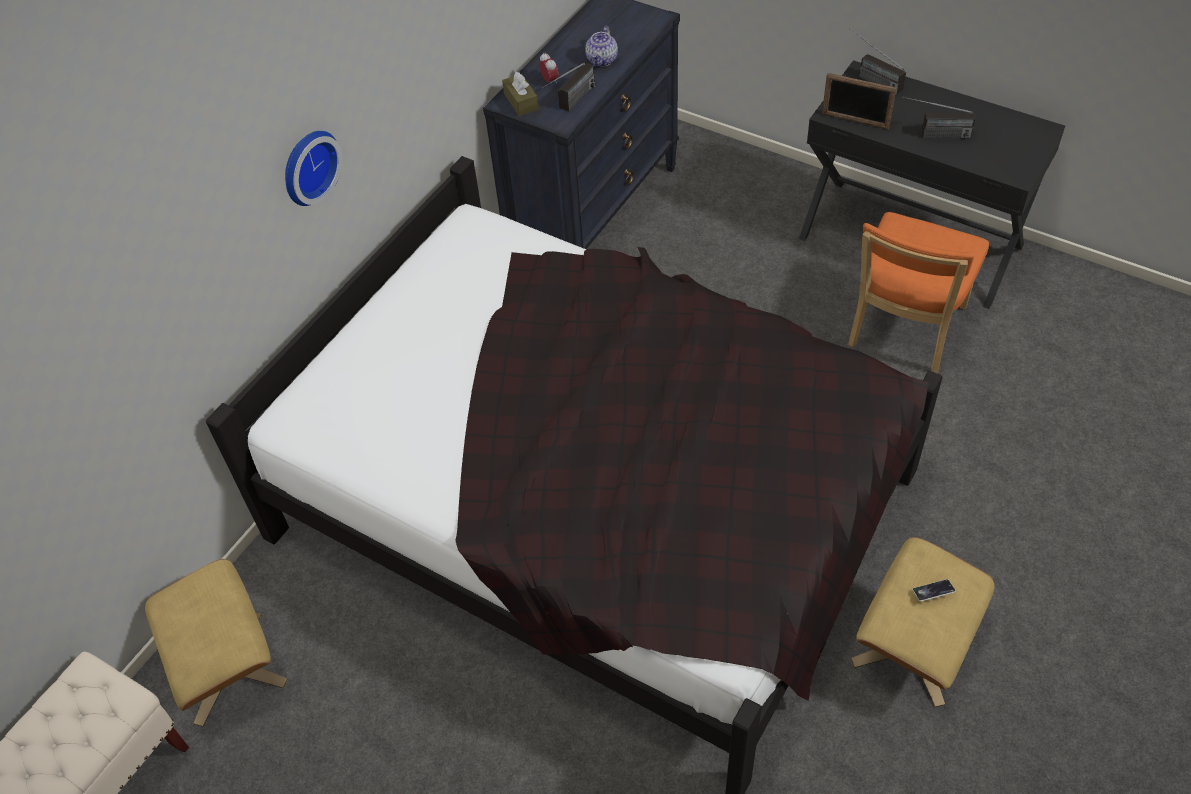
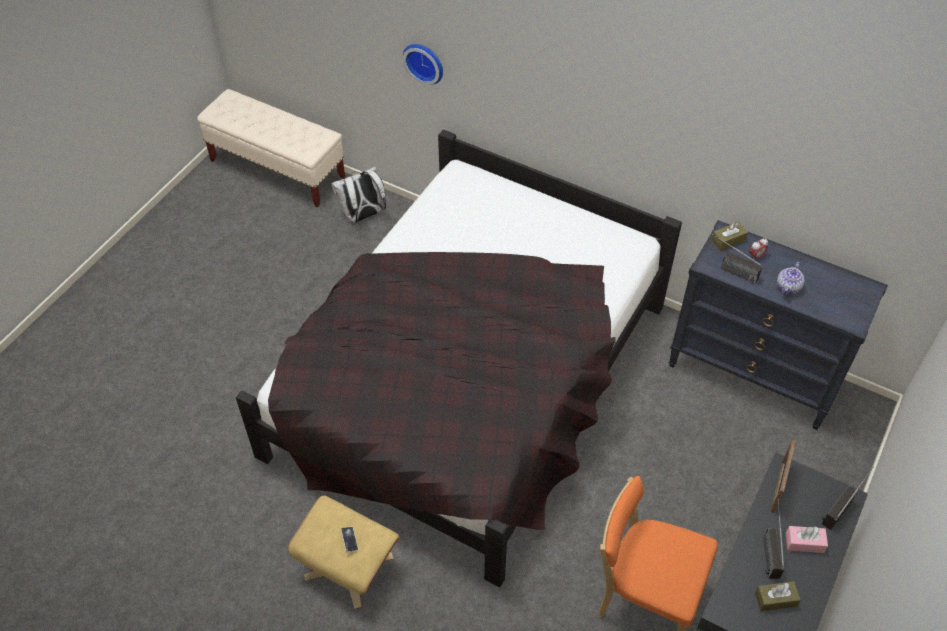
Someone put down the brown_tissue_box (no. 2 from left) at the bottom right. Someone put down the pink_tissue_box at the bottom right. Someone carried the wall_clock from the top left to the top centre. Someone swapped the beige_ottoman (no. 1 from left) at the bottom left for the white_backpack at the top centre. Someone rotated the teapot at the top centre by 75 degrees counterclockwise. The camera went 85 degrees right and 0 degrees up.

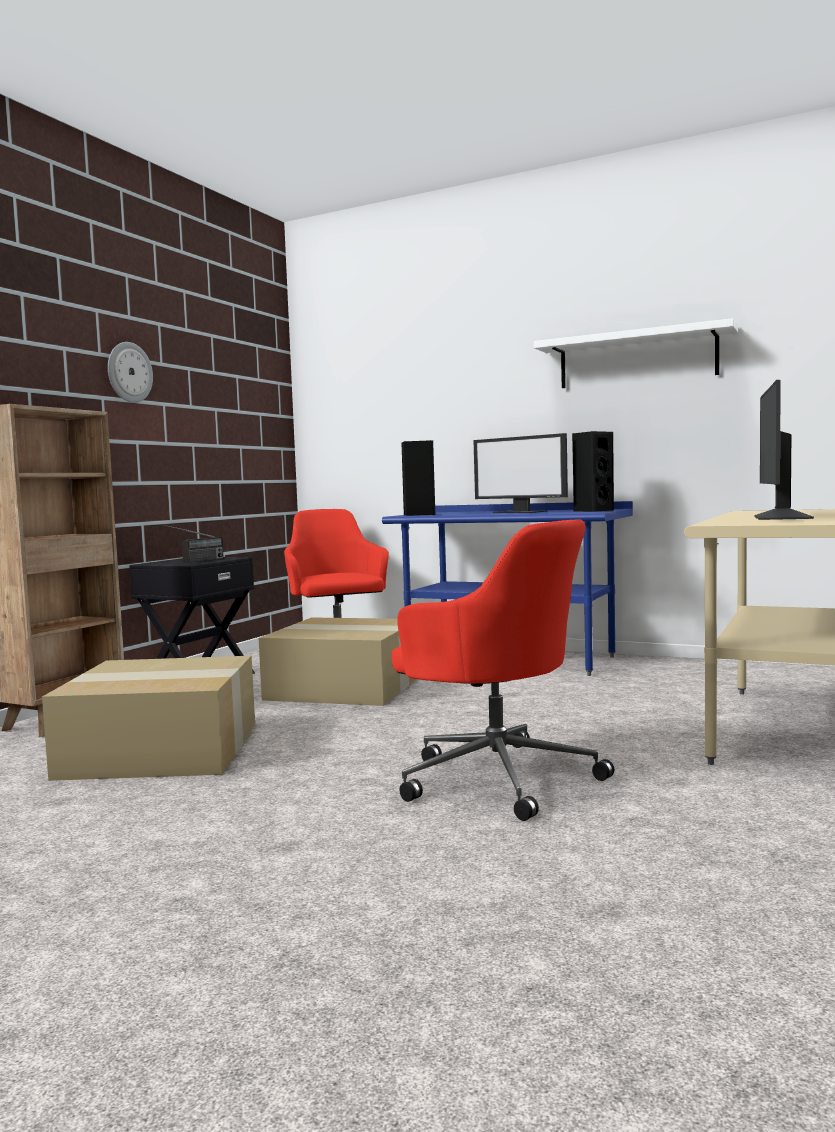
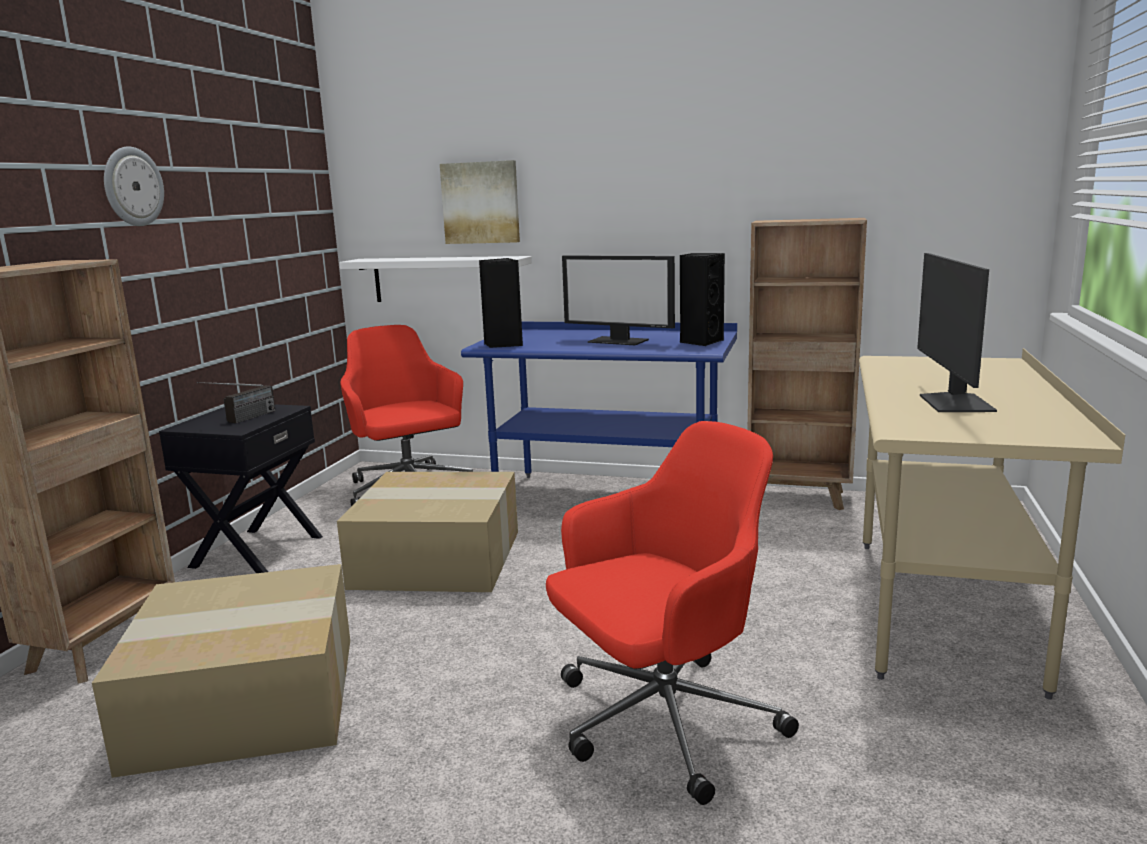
Someone put up the picture at the top centre. Someone put down the brown_bookcase (no. 2 from left) at the middle right. Someone carried the white_shelf from the top right to the top centre. Someone rotated the red_office_chair (no. 2 from left) at the centre by 60 degrees counterclockwise. The camera went 10 degrees left and 10 degrees up.

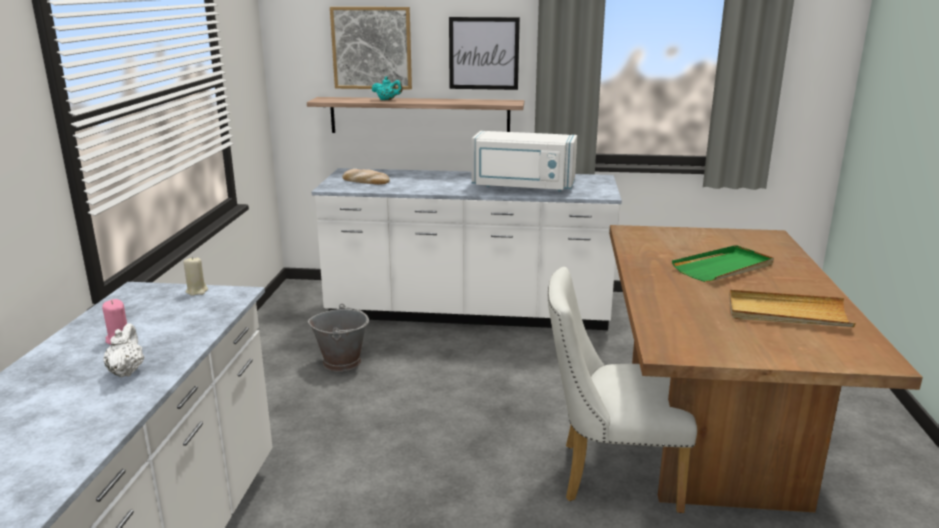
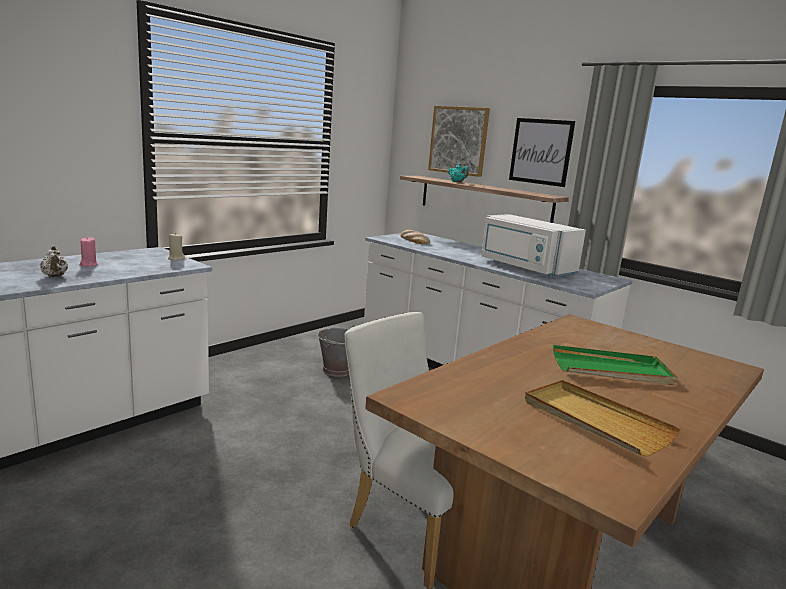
Someone rotated the white_teapot at the middle left by 120 degrees clockwise. The camera went 35 degrees right and 5 degrees down.

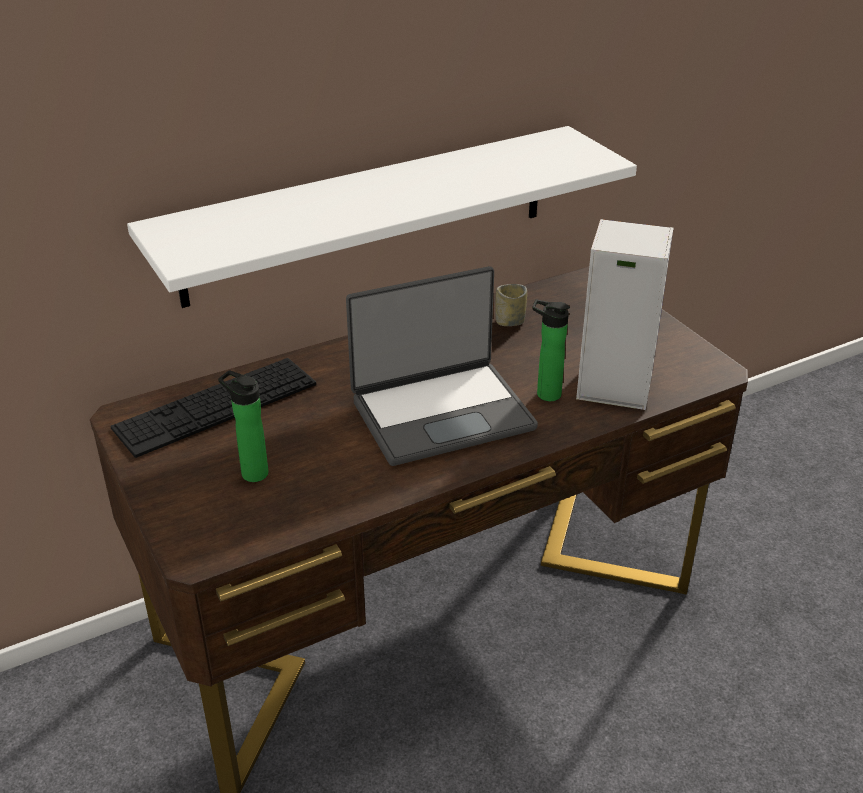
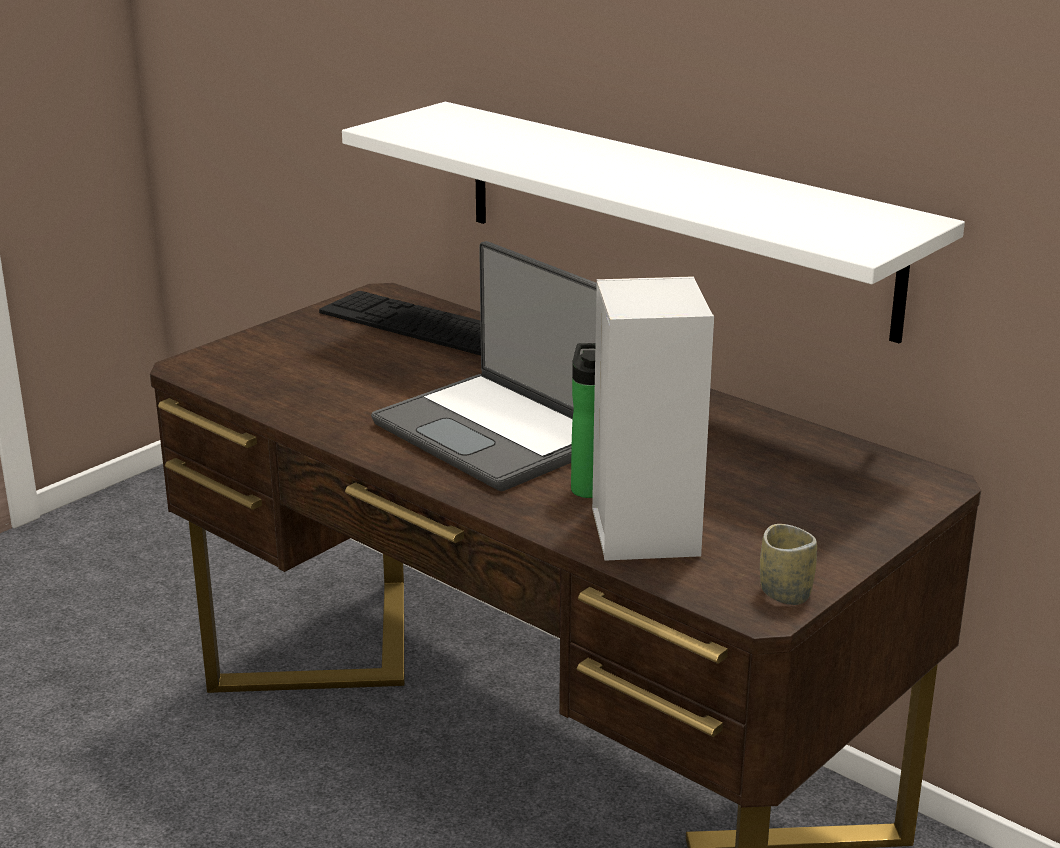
Someone took away the bottle (no. 1 from left) at the middle left. Someone carried the cup from the centre to the middle right. The camera went 70 degrees right and 10 degrees down.

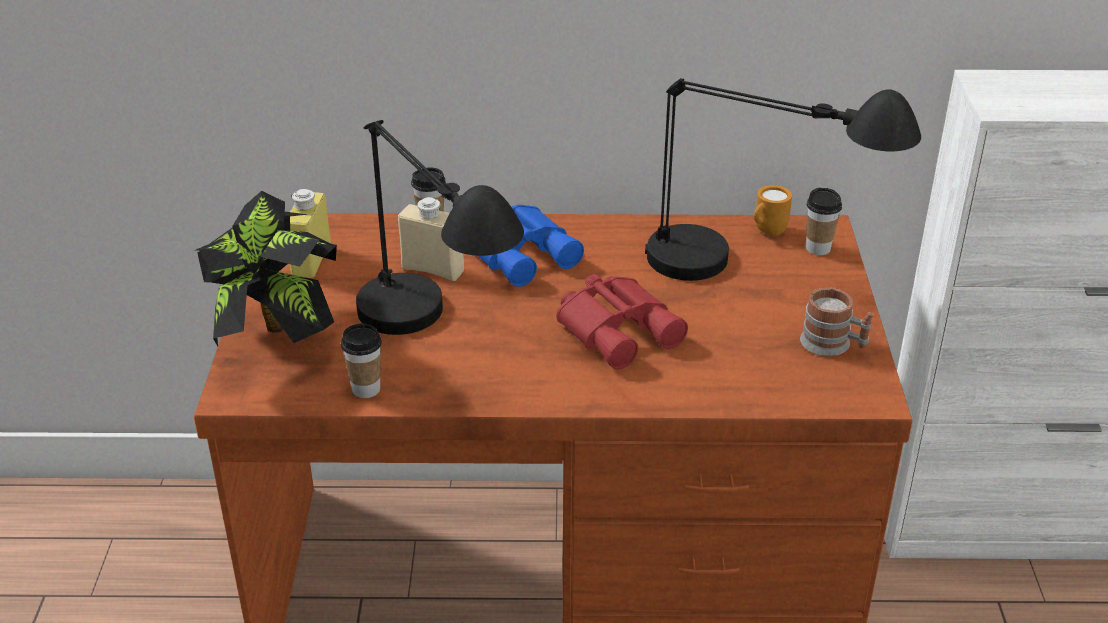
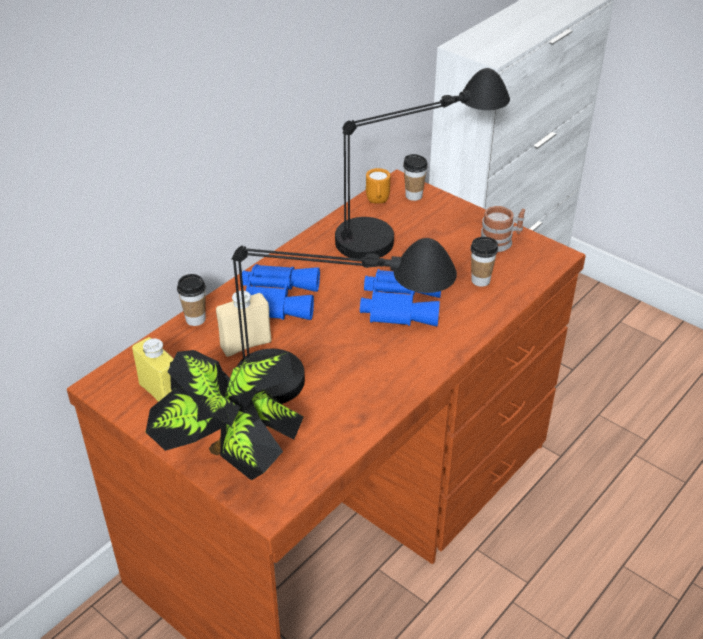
Someone carried the cup (no. 1 from left in the first image) from the middle left to the middle right. Someone repainted the red_binoculars at the centre, which became the blue_binoculars (no. 2 from left) at the centre. The camera went 50 degrees left and 5 degrees up.

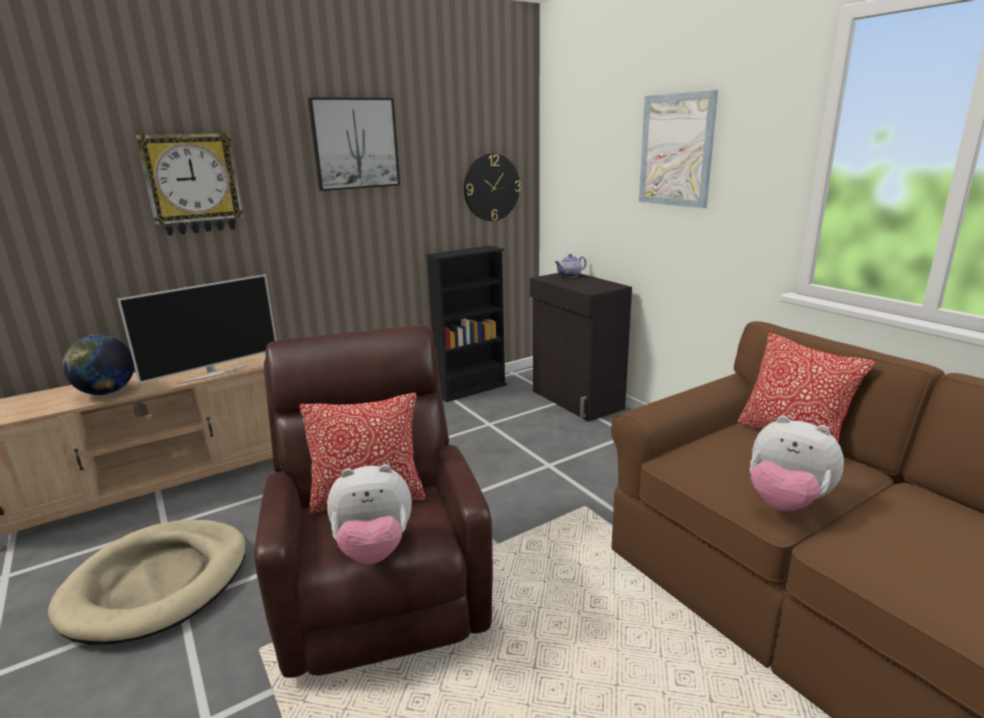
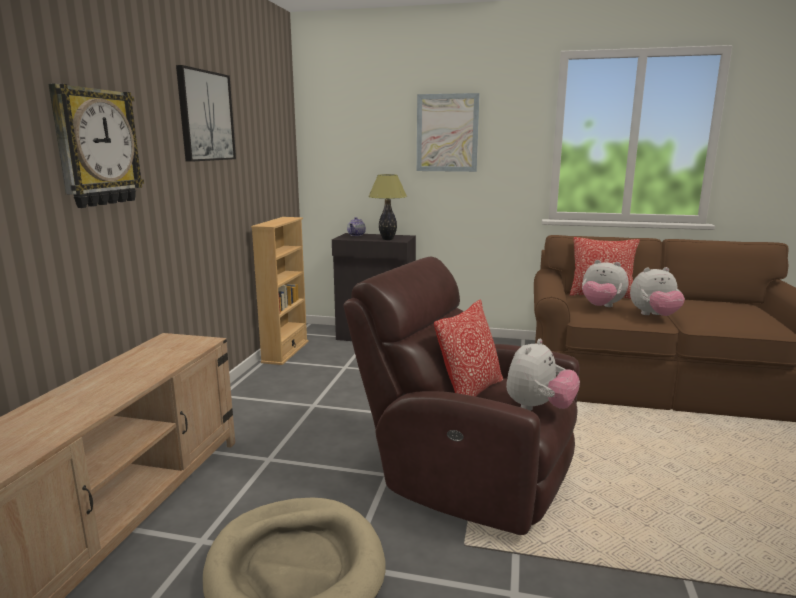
Someone took away the globe at the middle left. Someone took away the television at the middle left. Someone took away the wall_clock (no. 2 from left) at the top centre. Someone put down the table_lamp at the centre. Someone put down the plush_toy (no. 2 from left) at the middle right. Someone repainted the black_bookcase at the centre, which became the beige_bookcase at the centre. The camera went 45 degrees left and 5 degrees down.

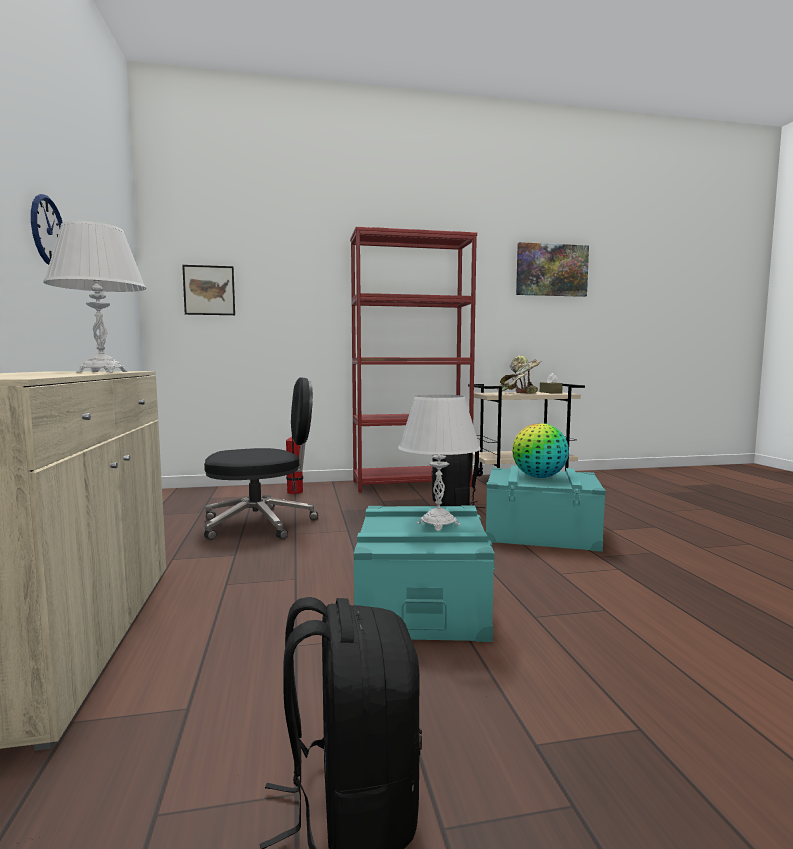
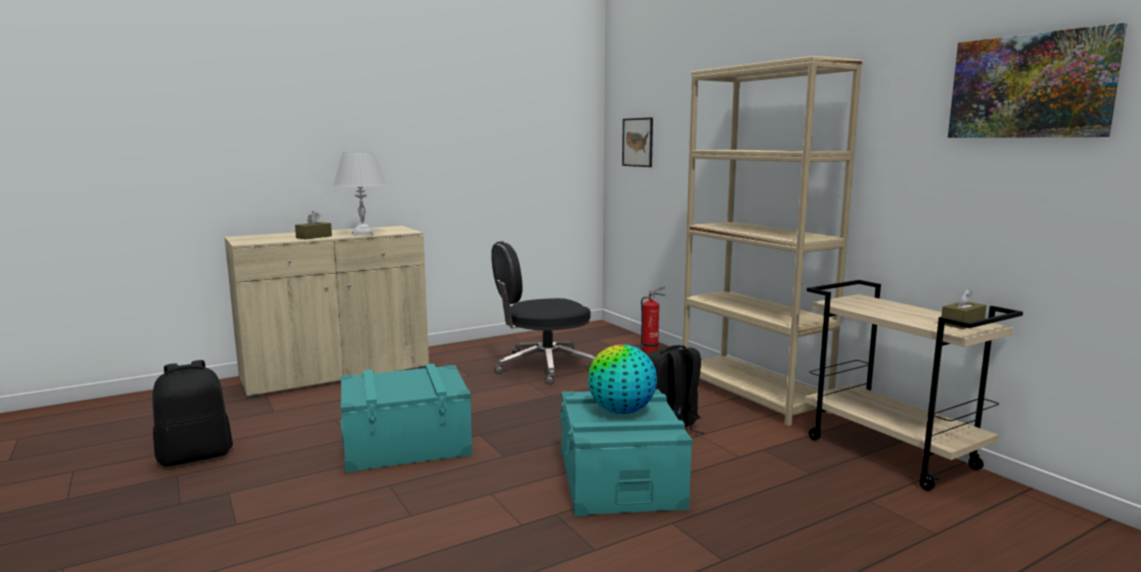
Someone took away the wall_clock at the top left. Someone took away the white_table_lamp (no. 2 from left) at the centre. Someone took away the potted_plant at the centre. Someone put down the brown_tissue_box (no. 1 from left) at the middle left. Someone repainted the red_bookcase at the centre, which became the beige_bookcase at the middle right. Someone rotated the black_office_chair at the middle left by 105 degrees clockwise. The camera went 70 degrees right and 5 degrees up.

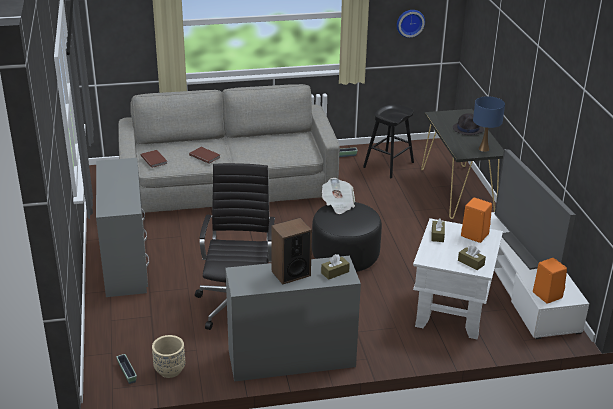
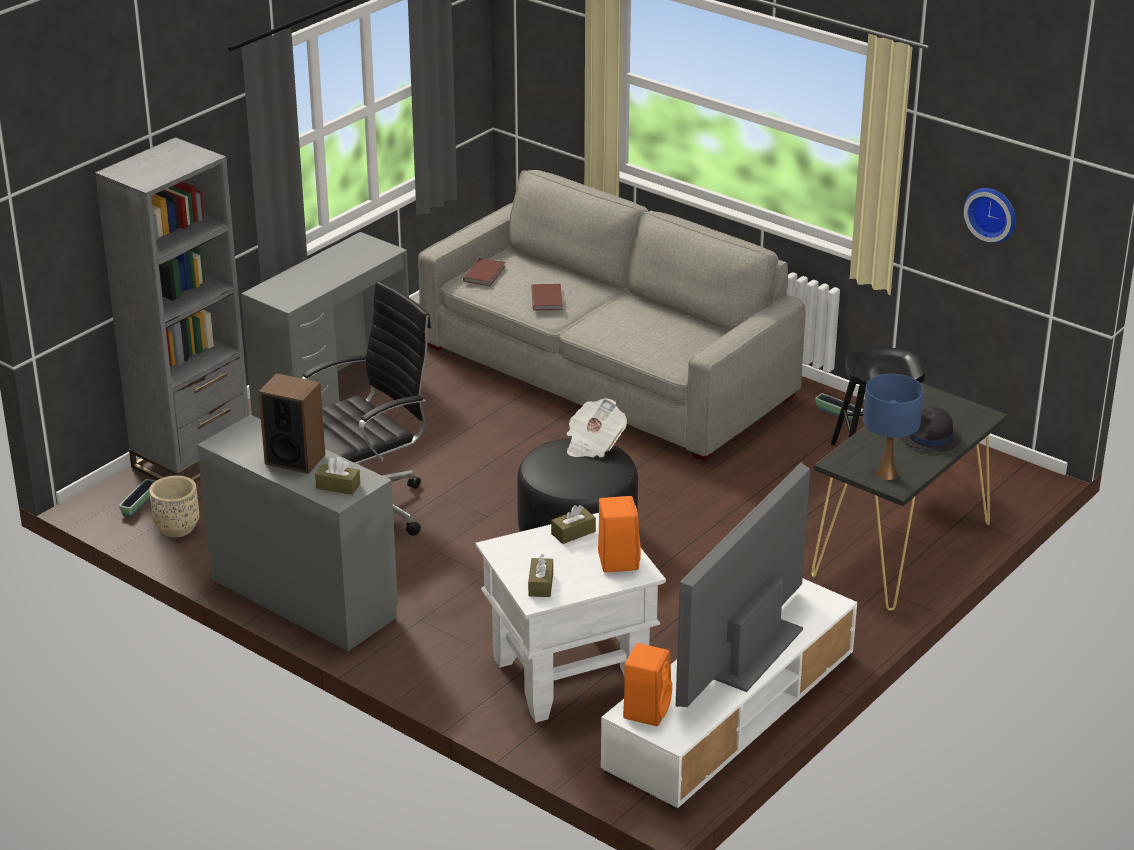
Someone put down the grey_bookcase at the middle left. The camera went 50 degrees right and 0 degrees up.

